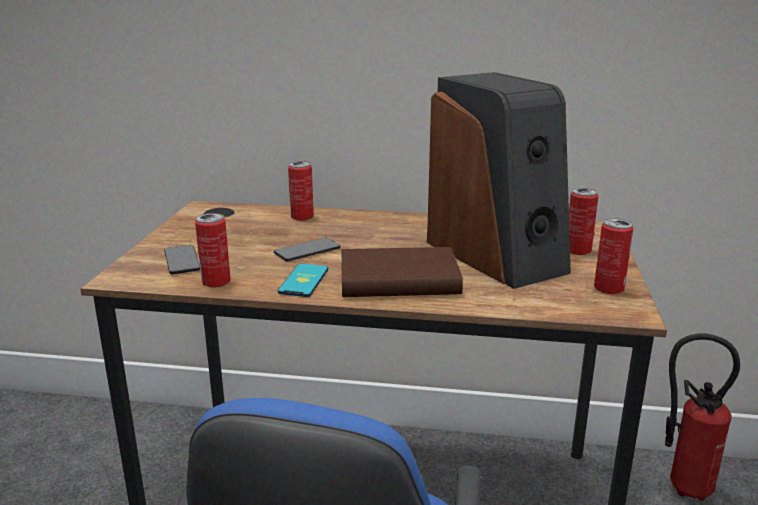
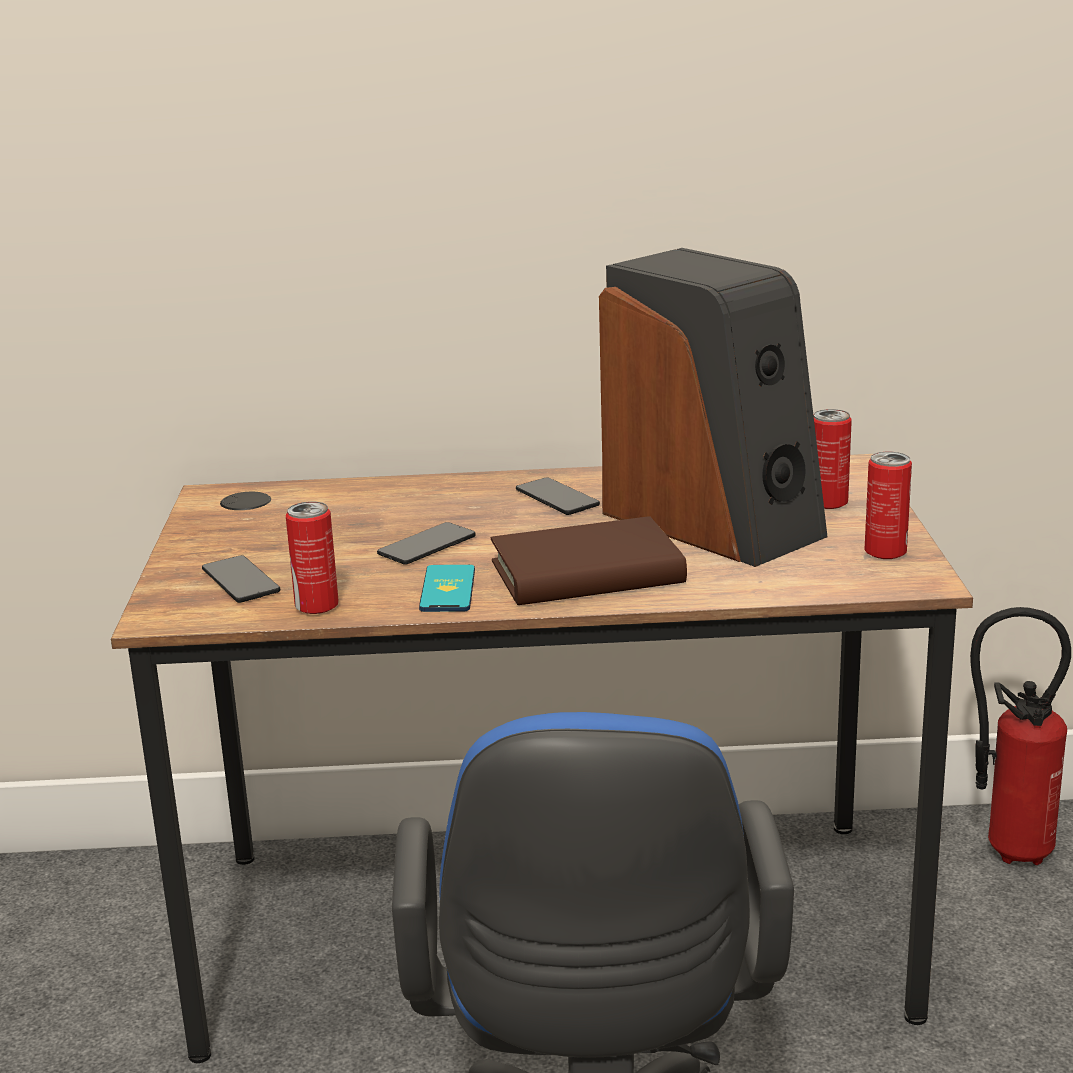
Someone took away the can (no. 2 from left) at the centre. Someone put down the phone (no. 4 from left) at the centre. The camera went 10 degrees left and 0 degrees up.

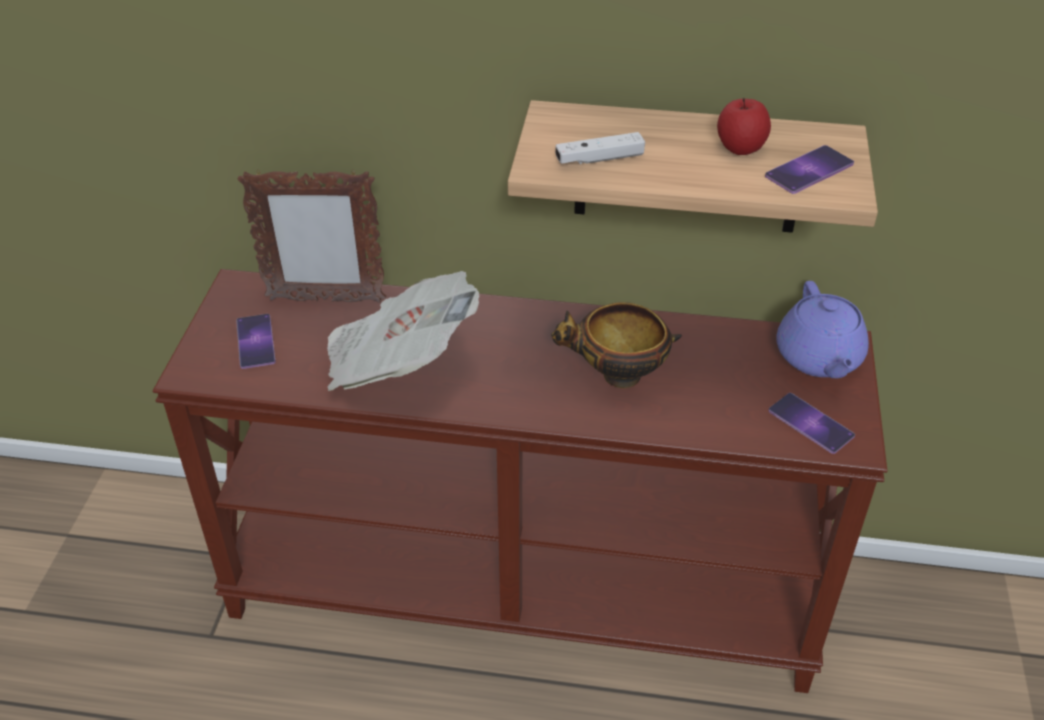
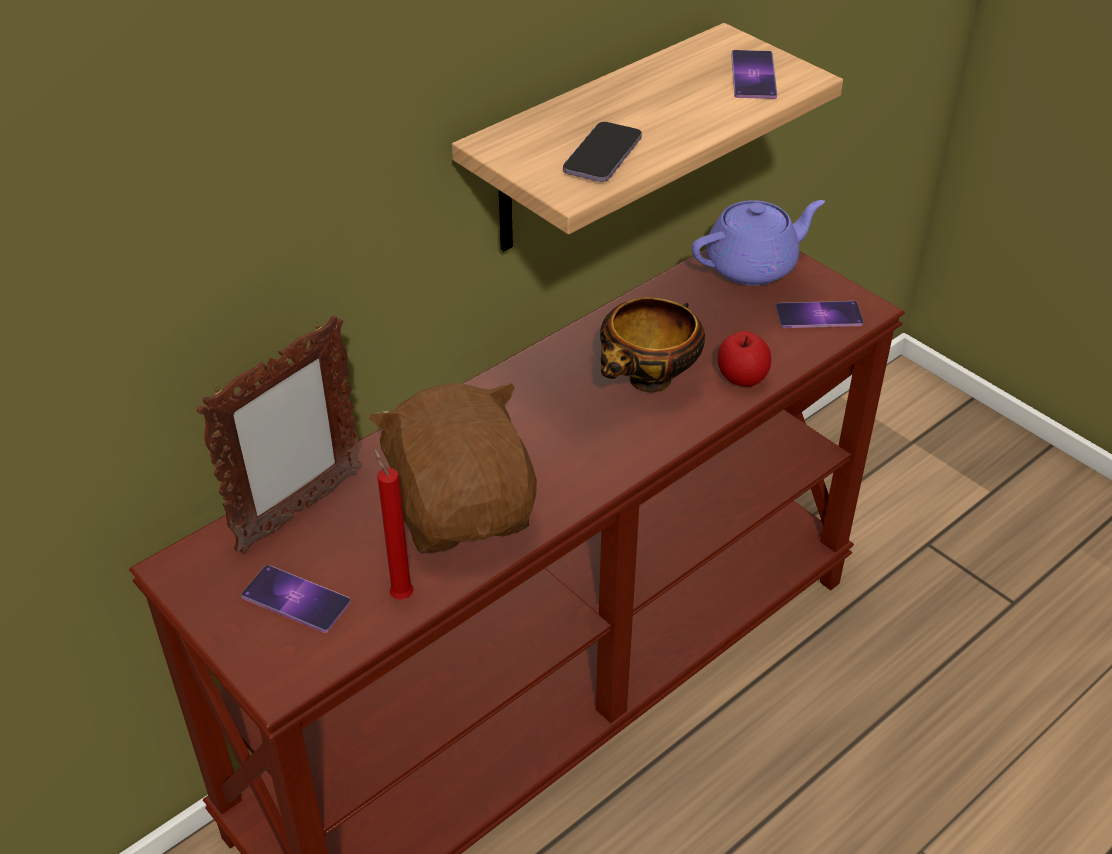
Someone put down the red_candle at the centre. Someone carried the apple from the top right to the middle right. Someone swapped the newspaper at the centre for the brown_plush_toy at the centre. Someone swapped the white_game_controller at the top centre for the phone (no. 2 from left) at the top centre. Someone rotated the purple_teapot at the middle right by 60 degrees counterclockwise. The camera went 50 degrees left and 0 degrees up.

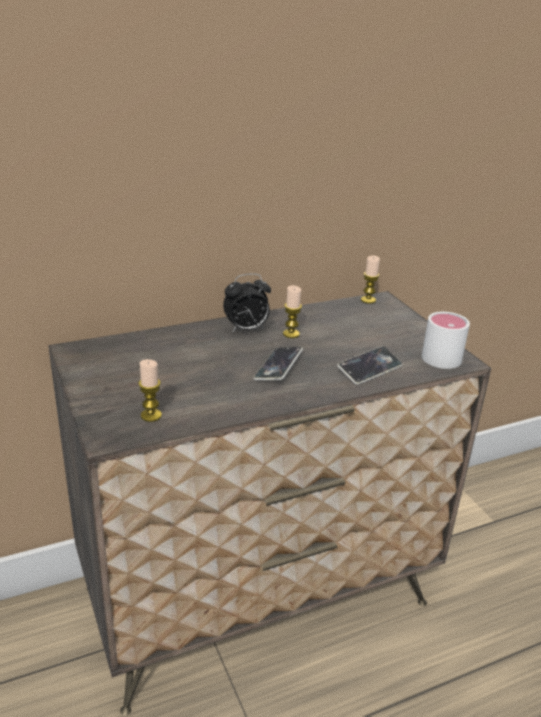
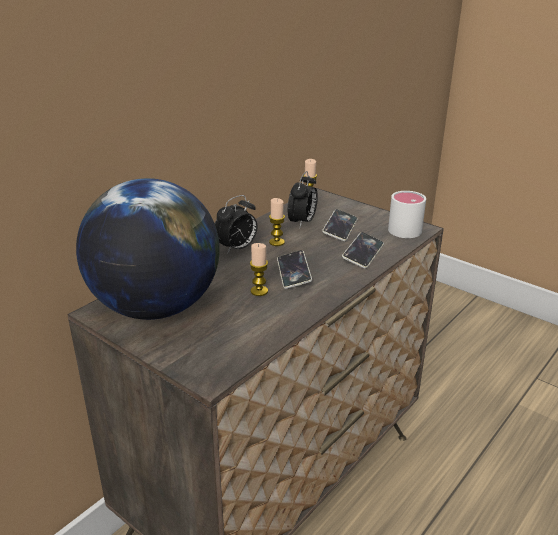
Someone put down the globe at the middle left. Someone put down the alarm_clock (no. 2 from left) at the centre. Someone put down the phone (no. 2 from left) at the centre. Someone carried the candle (no. 1 from left) from the middle left to the centre. The camera went 25 degrees left and 0 degrees up.

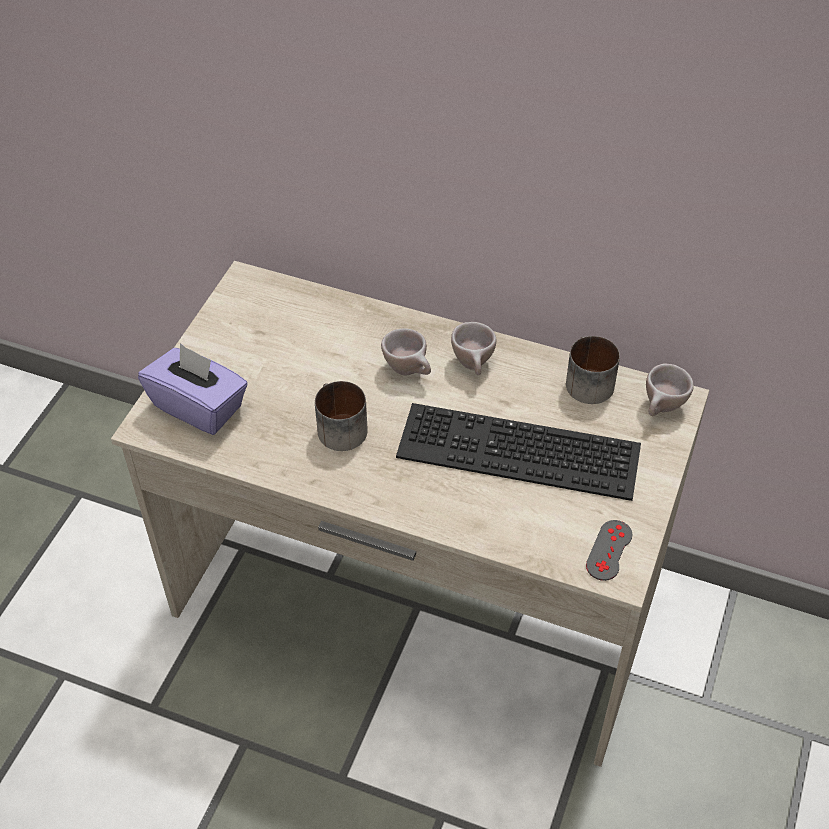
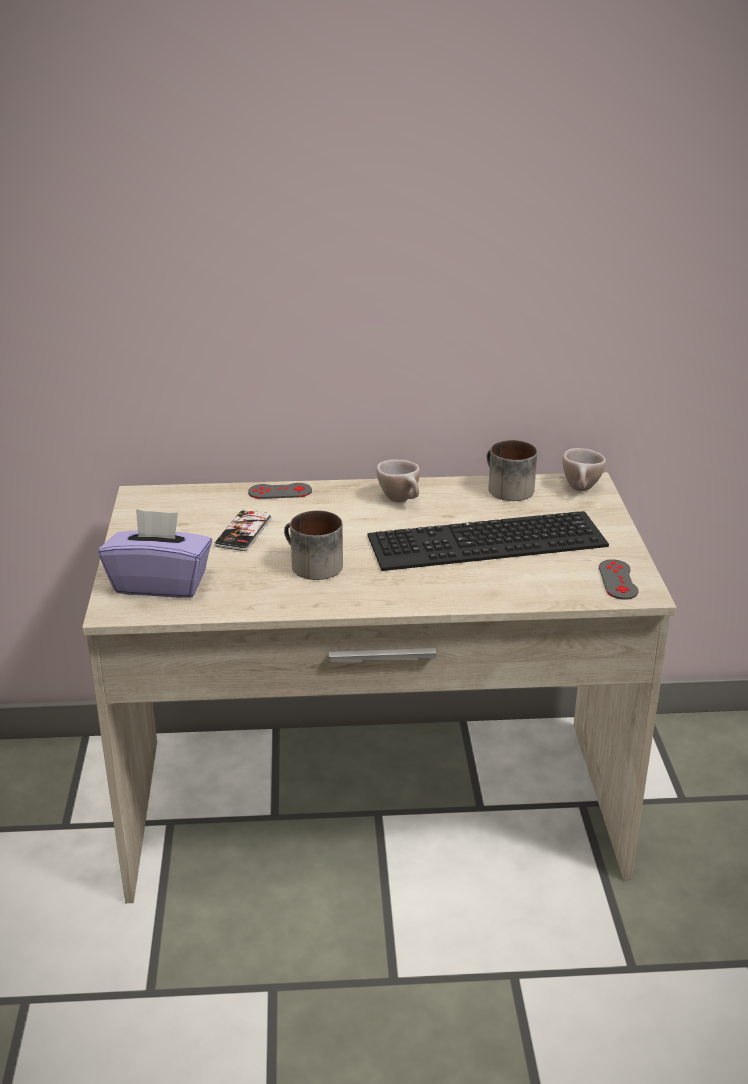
Someone took away the beige_cup (no. 1 from left) at the centre. Someone put down the phone at the middle left. Someone put down the grey_game_controller (no. 1 from left) at the centre. The camera went 25 degrees left and 20 degrees down.

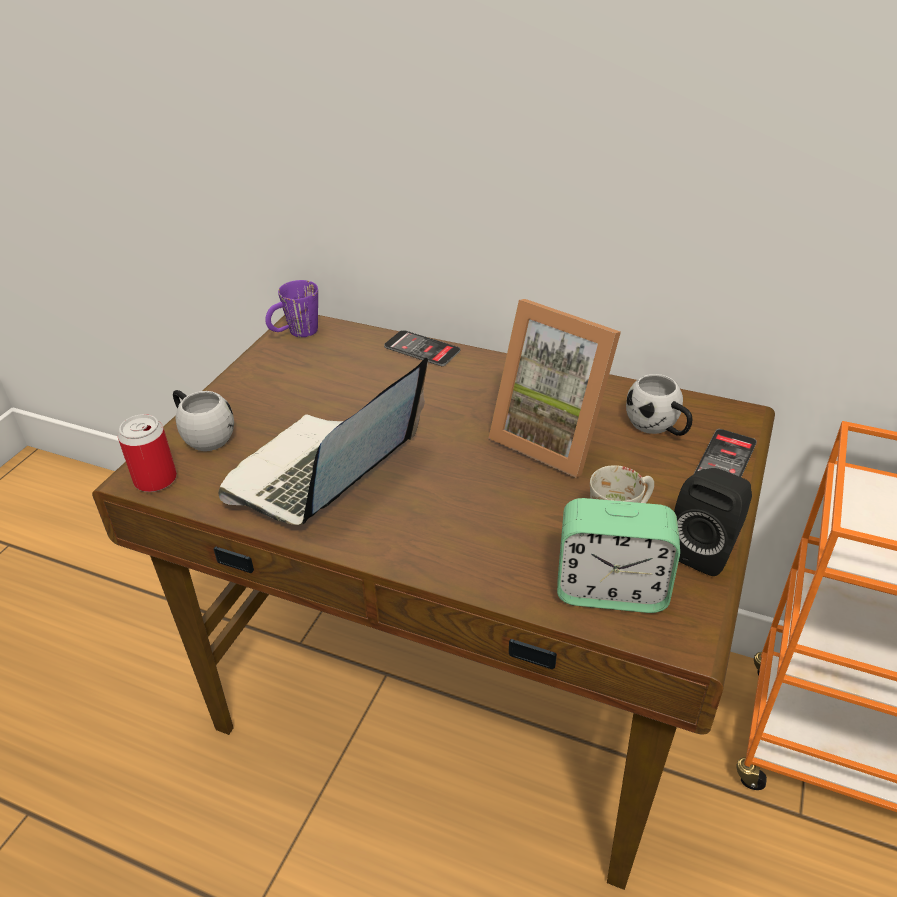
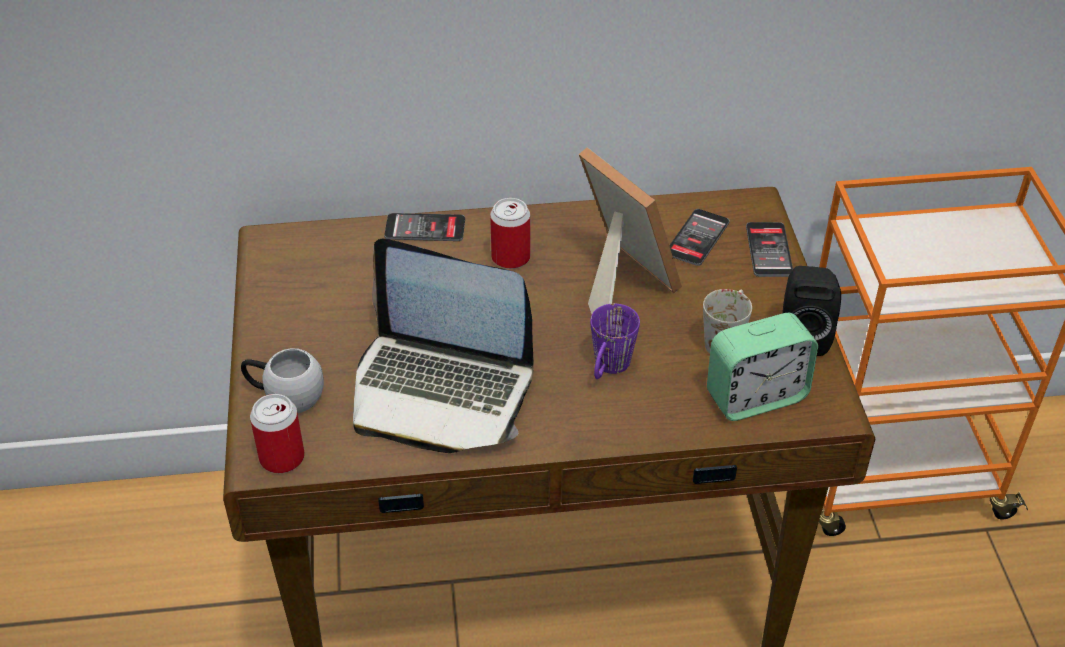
Someone put down the can (no. 2 from left) at the centre. Someone carried the purple_mug from the middle left to the centre. Someone swapped the white_mug (no. 3 from left) at the middle right for the phone (no. 2 from left) at the centre. Someone rotated the laptop at the centre by 75 degrees counterclockwise. Someone rotated the picture_frame at the centre by 135 degrees counterclockwise. The camera went 30 degrees left and 5 degrees up.

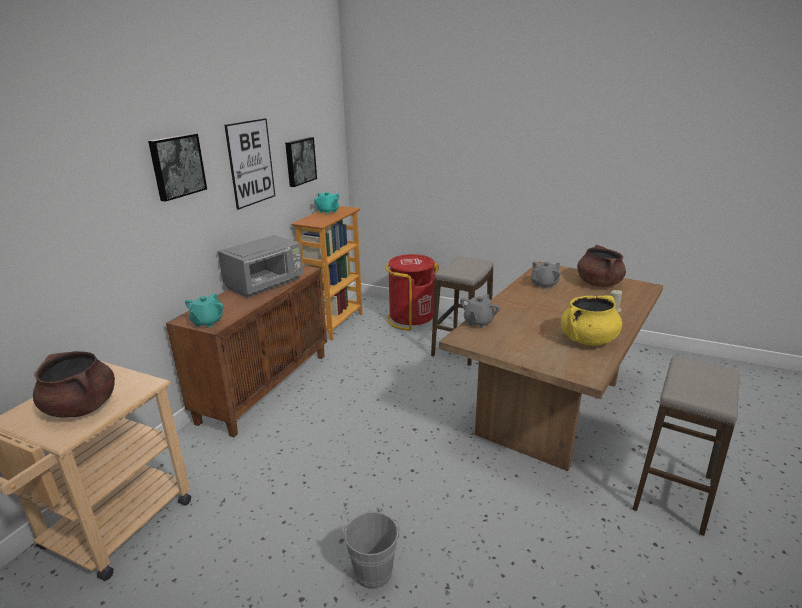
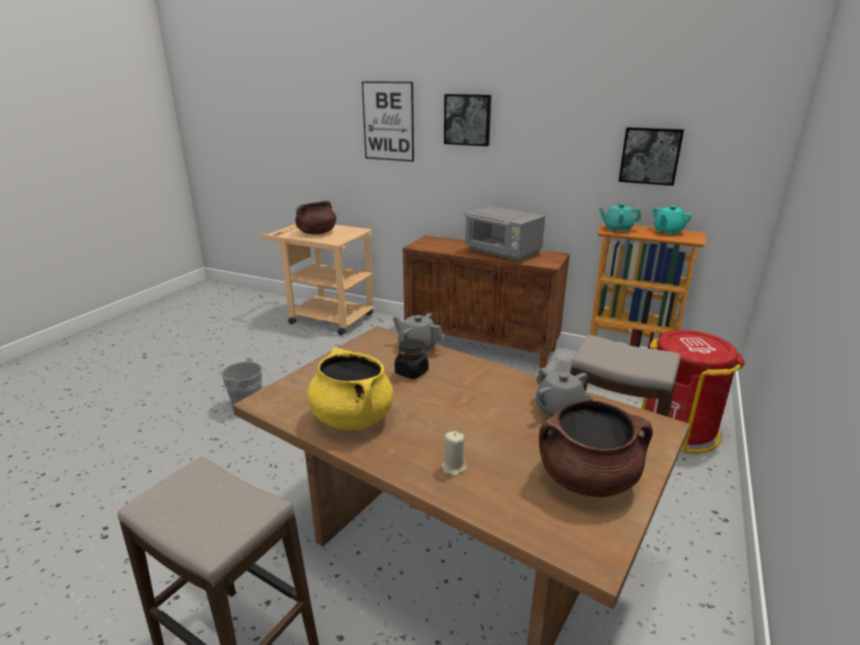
Someone put down the black_jar at the centre. Someone carried the turquoise_teapot (no. 1 from left) from the middle left to the middle right. Someone carried the picture (no. 2 from left in the first image) from the top left to the top centre. The camera went 90 degrees right and 0 degrees up.

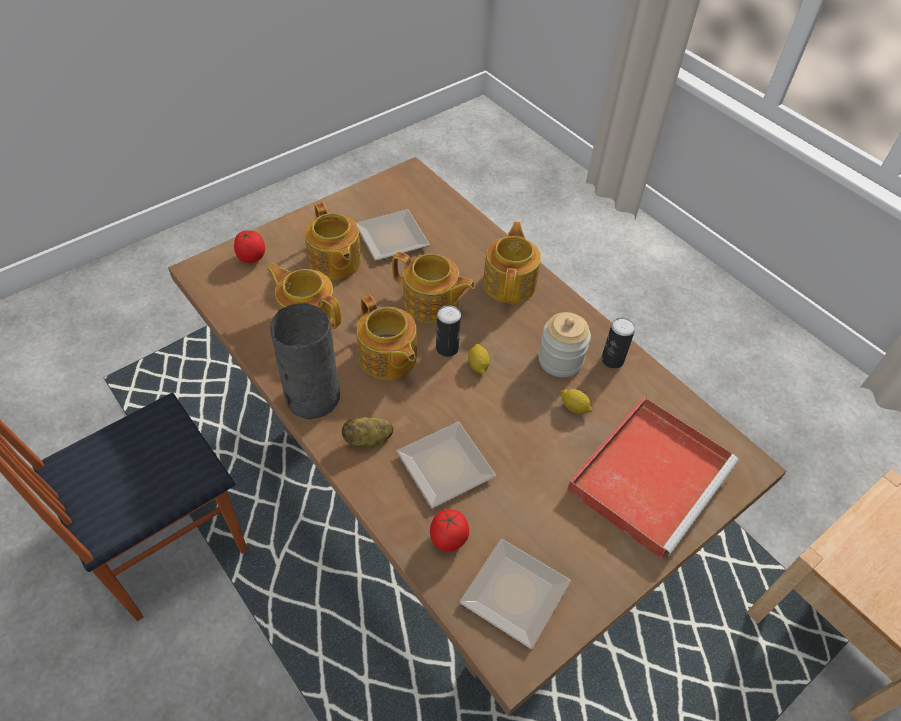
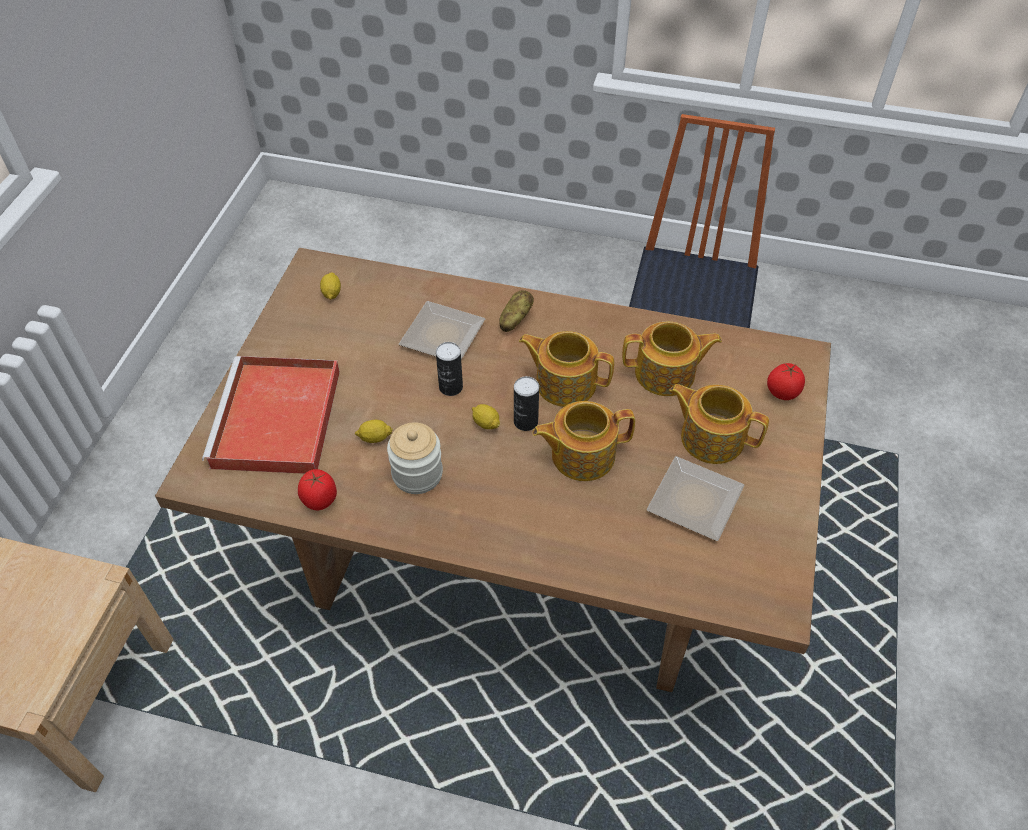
Someone took away the grey_vase at the centre. Someone took away the teapot (no. 5 from left) at the centre. Someone carried the tomato (no. 2 from left in the first image) from the bottom centre to the middle left. Someone carried the can (no. 2 from left in the first image) from the middle right to the centre. Someone swapped the plate (no. 3 from left) at the bottom centre for the lemon (no. 1 from left) at the middle left. The camera went 145 degrees right and 0 degrees up.

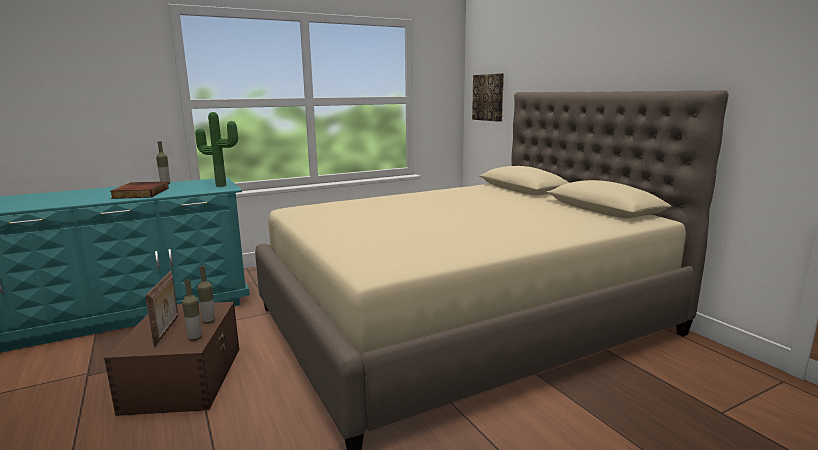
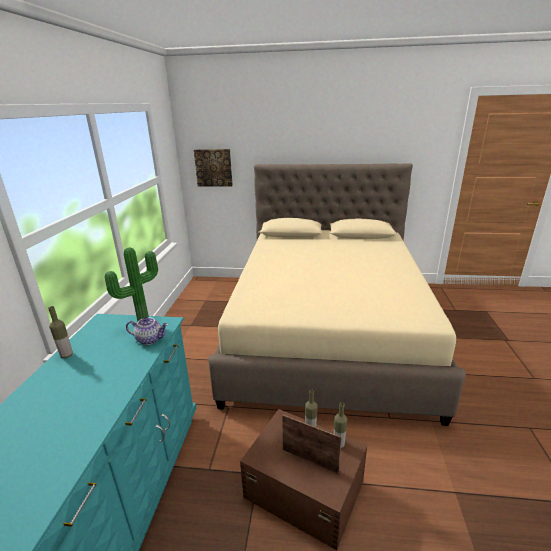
Someone took away the book at the middle left. Someone put down the teapot at the middle left. The camera went 55 degrees left and 10 degrees up.

